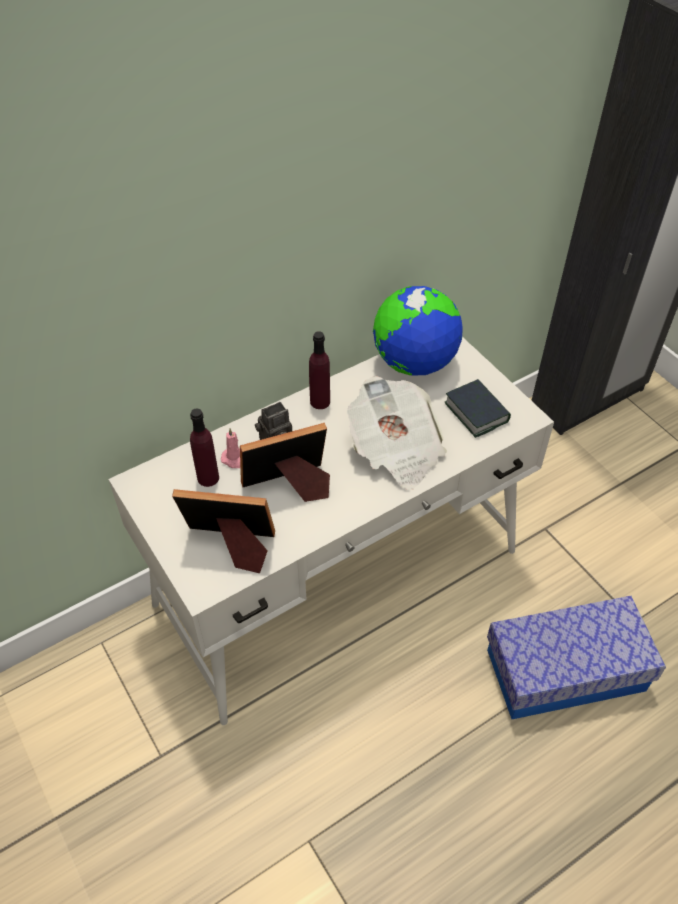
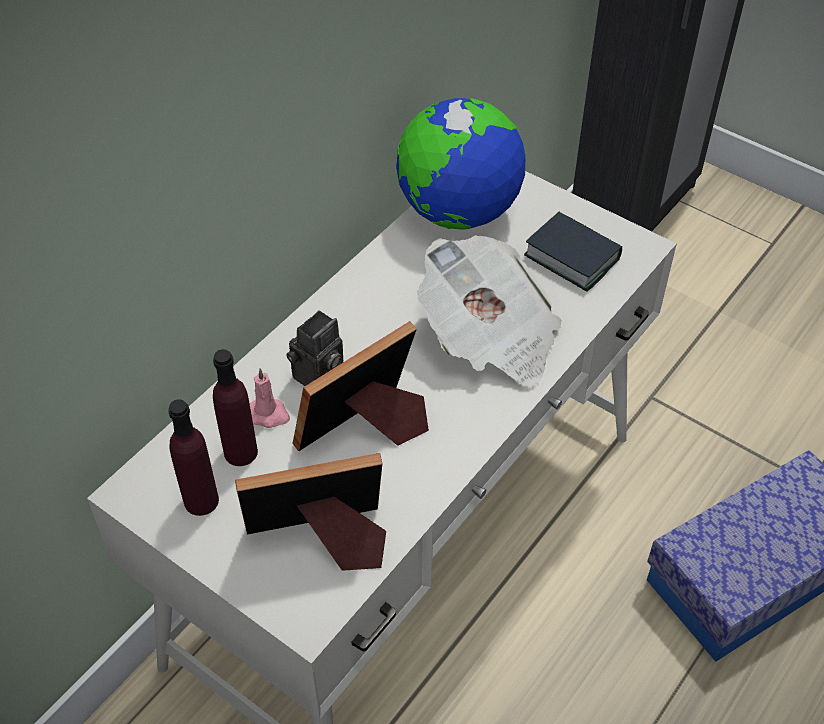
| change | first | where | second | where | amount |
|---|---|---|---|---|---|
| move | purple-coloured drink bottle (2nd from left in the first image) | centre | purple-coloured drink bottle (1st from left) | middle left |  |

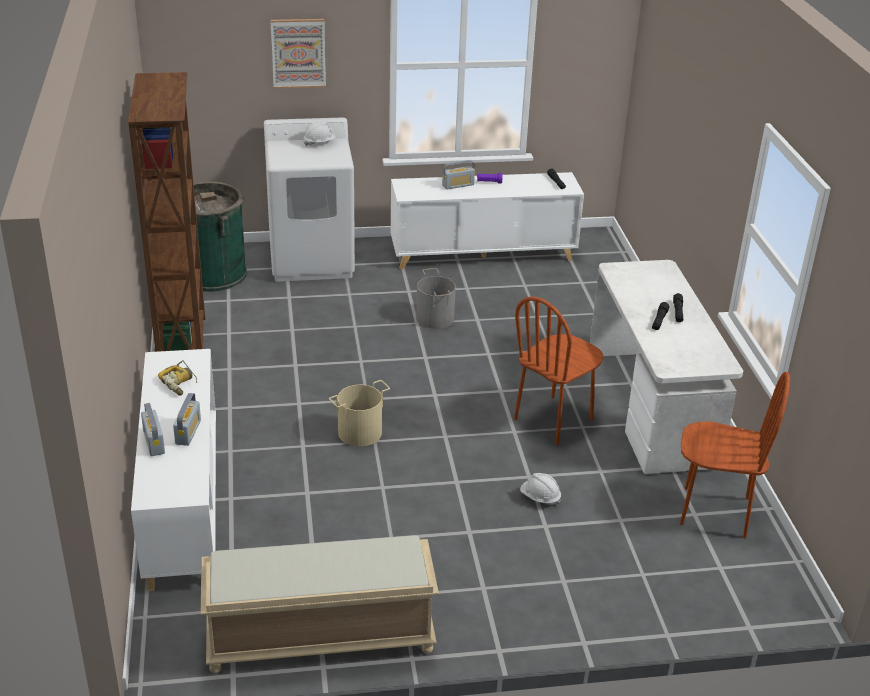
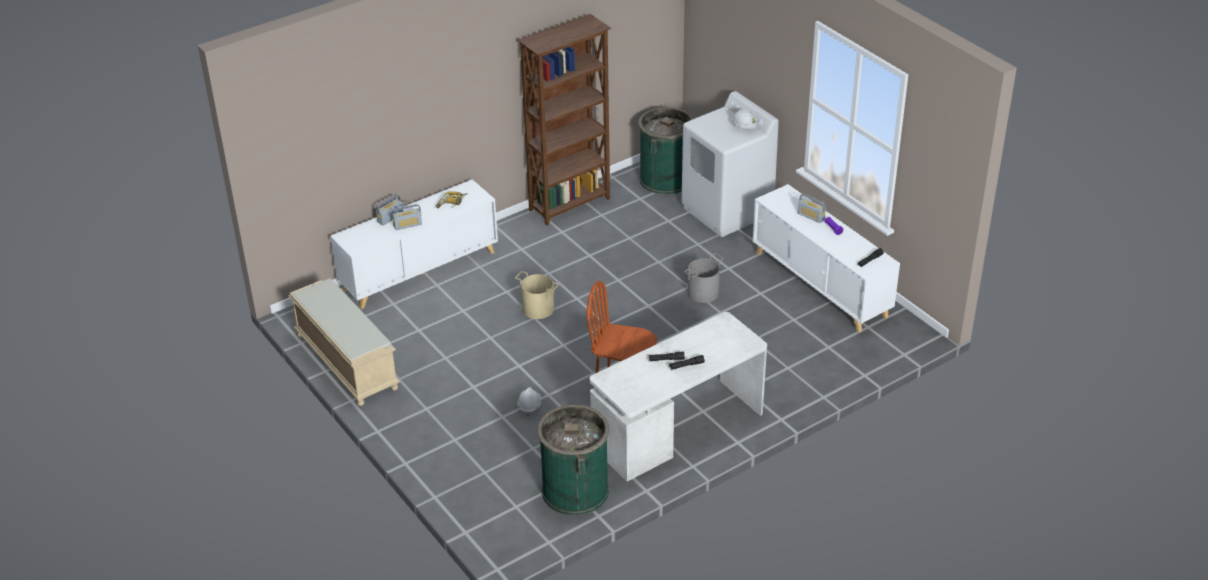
| change | first | where | second | where | amount |
|---|---|---|---|---|---|
| delete | wall art | top centre |  |  |  |
| replace | brownish plain chair (2nd from left) | middle right | green-coloured rubbish bin (1st from left) | bottom centre |  |

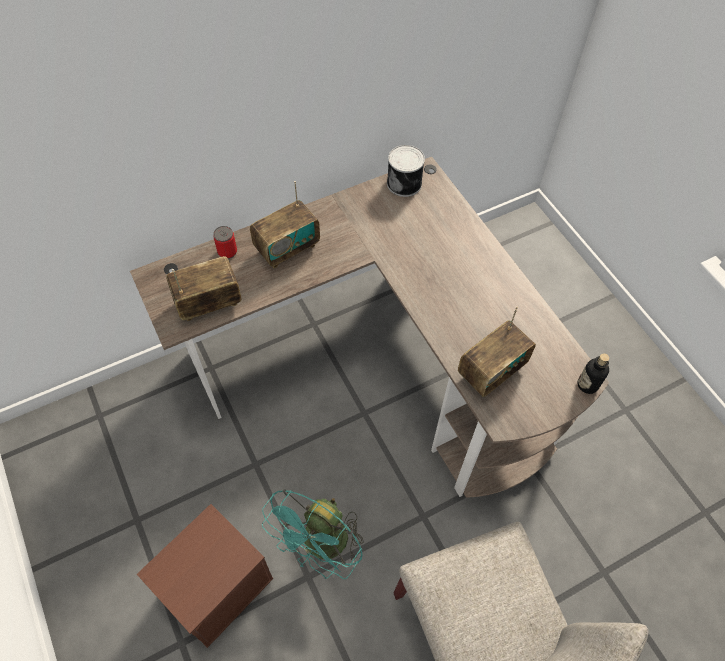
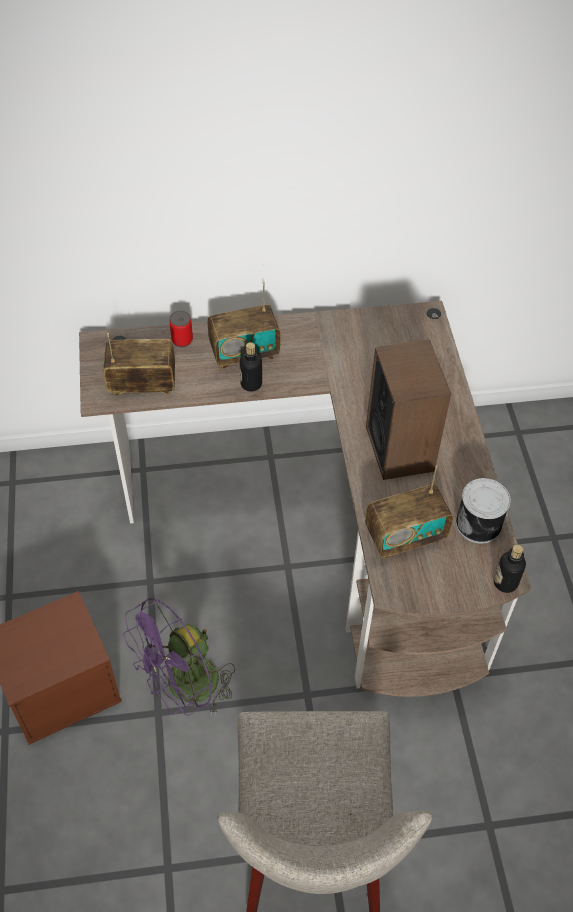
| change | first | where | second | where | amount |
|---|---|---|---|---|---|
| insert |  |  | drink bottle (1st from left) | centre |  |
| insert |  |  | loudspeaker | middle right |  |
| move | metal can (2nd from left) | top centre |  | middle right |  |
| recolor | turquoise-coloured fan | bottom centre | purple-coloured fan | bottom left |  |

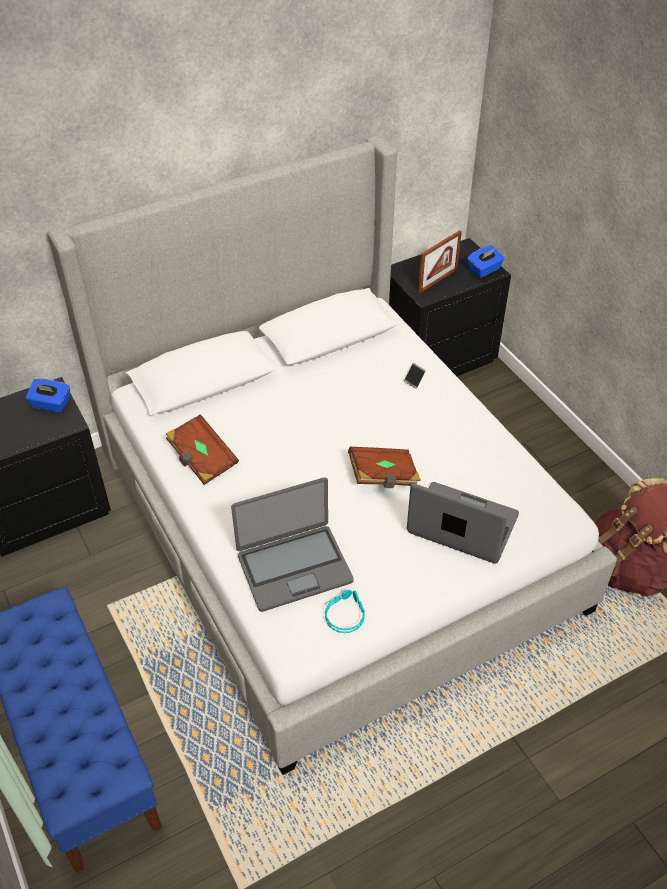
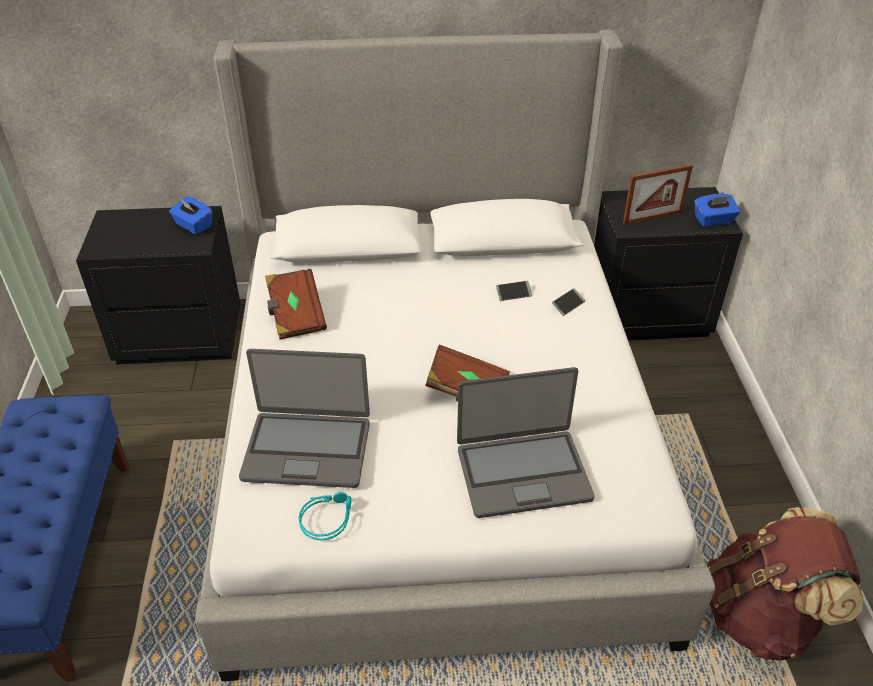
| change | first | where | second | where | amount |
|---|---|---|---|---|---|
| insert |  |  | phone (1st from left) | centre |  |
| rotate | notebook computer (2nd from left) | middle right |  | centre | 120 degrees clockwise |

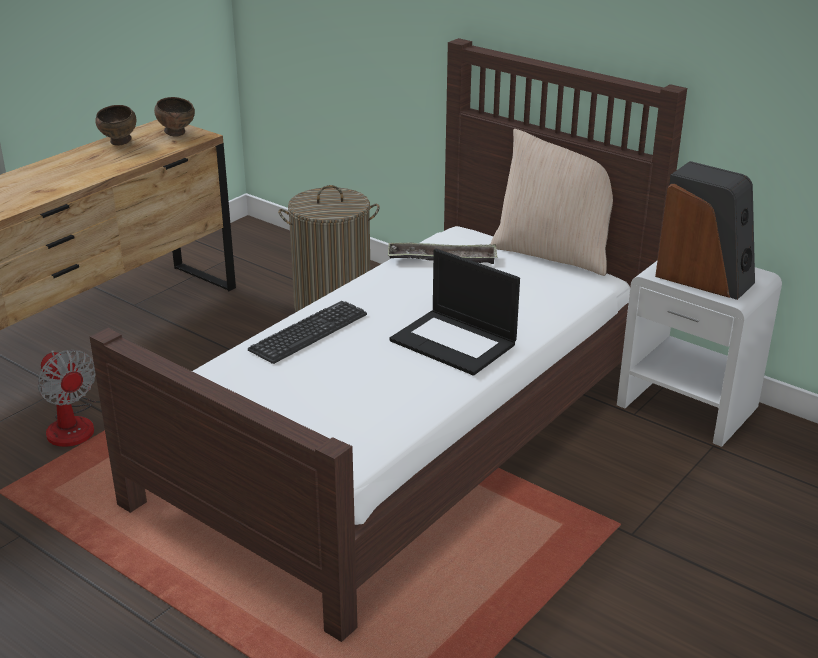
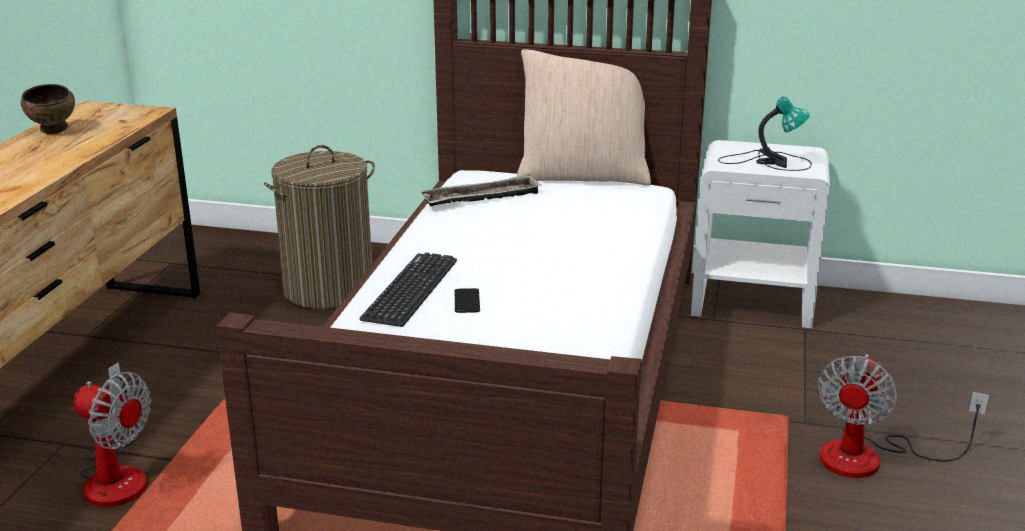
| change | first | where | second | where | amount |
|---|---|---|---|---|---|
| delete | brownish deep dish (2nd from left) | top left |  |  |  |
| delete | notebook computer | centre |  |  |  |
| insert |  |  | phone | centre |  |
| insert |  |  | fan (2nd from left) | bottom right |  |
| replace | loudspeaker | middle right | tabletop lamp | top right |  |

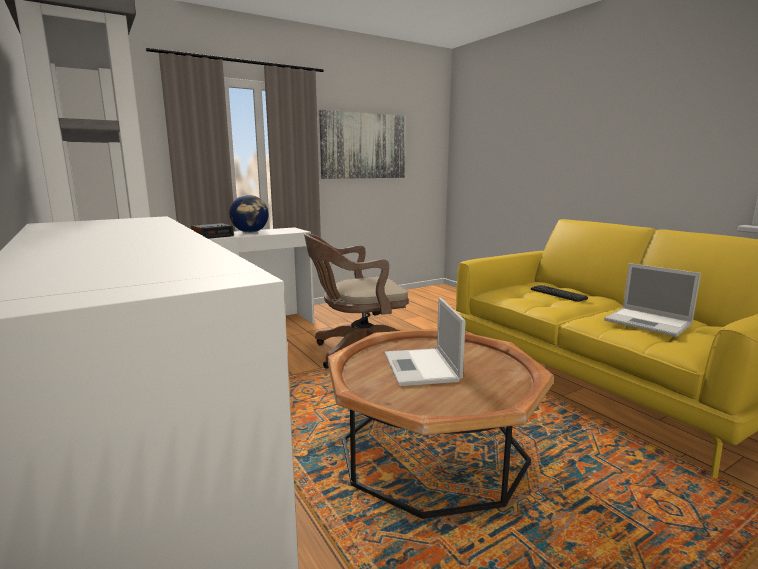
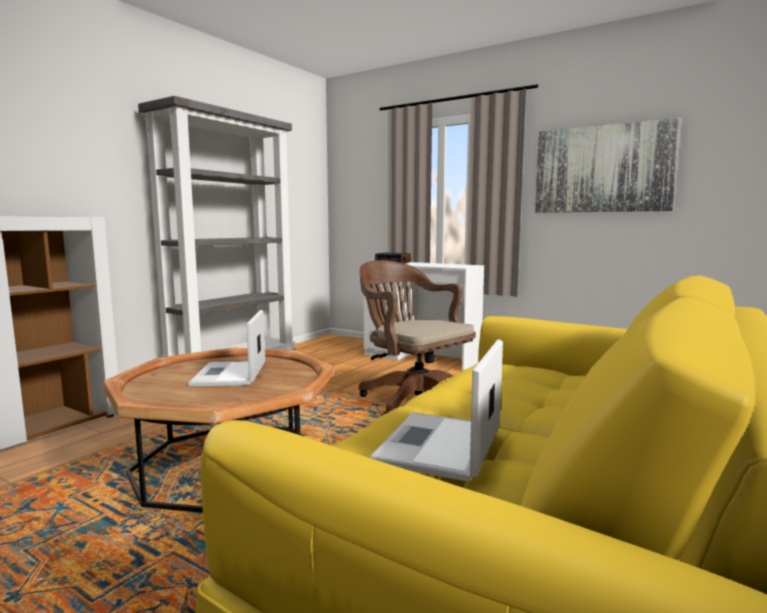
| change | first | where | second | where | amount |
|---|---|---|---|---|---|
| delete | globe | middle left |  |  |  |
| delete | computer keyboard | middle right |  |  |  |
| rotate | notebook computer (1st from left) | centre |  | middle left | 60 degrees counterclockwise |

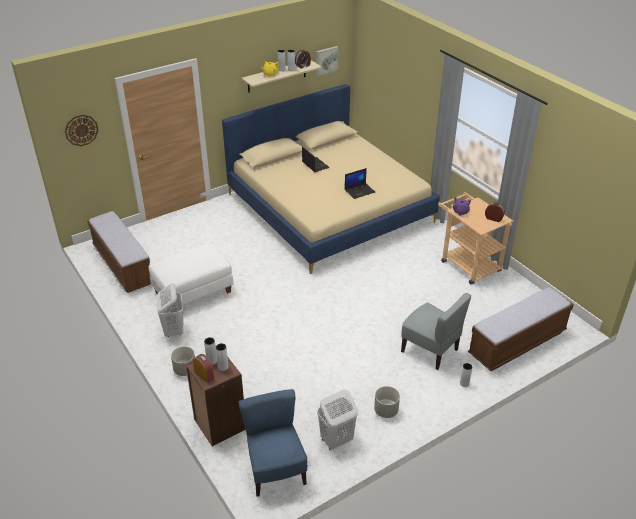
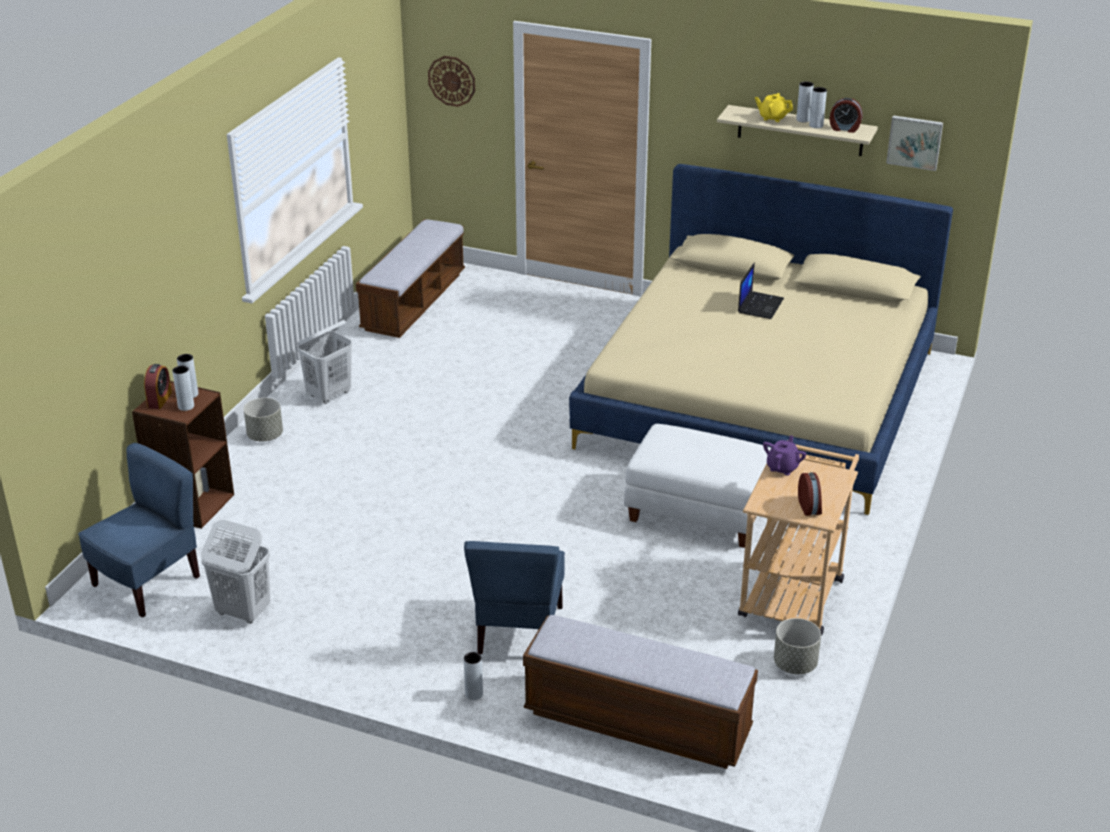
| change | first | where | second | where | amount |
|---|---|---|---|---|---|
| delete | notebook computer (2nd from left) | centre |  |  |  |
| move | whitish ottoman | middle left |  | centre |  |
| move | gray planter (2nd from left) | bottom centre |  | bottom right |  |
| recolor | gray plain chair | middle right | bluish plain chair (2nd from left) | bottom centre |  |

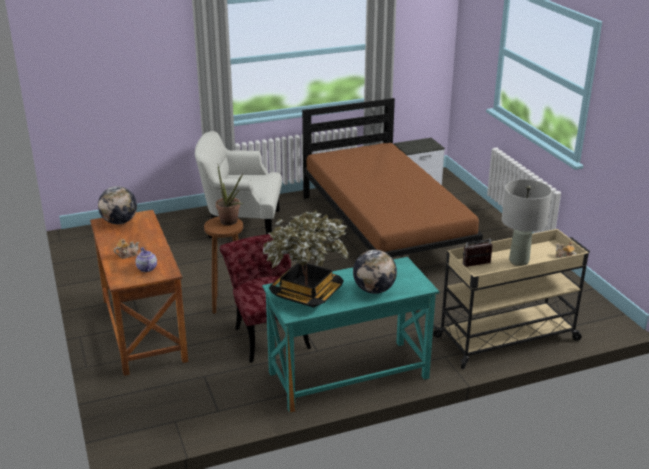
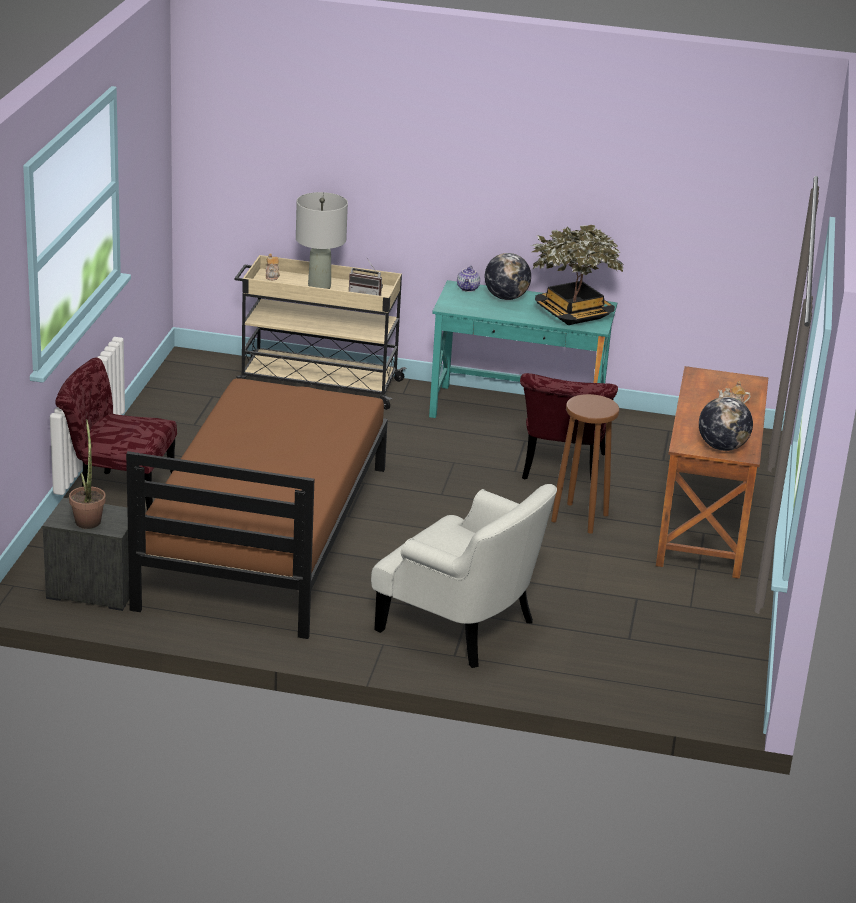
| change | first | where | second | where | amount |
|---|---|---|---|---|---|
| insert |  |  | red plain chair (1st from left) | middle left |  |
| move | pot for tea (2nd from left) | middle left |  | top centre |  |
| move | plant in a pot (1st from left) | centre |  | middle left |  |

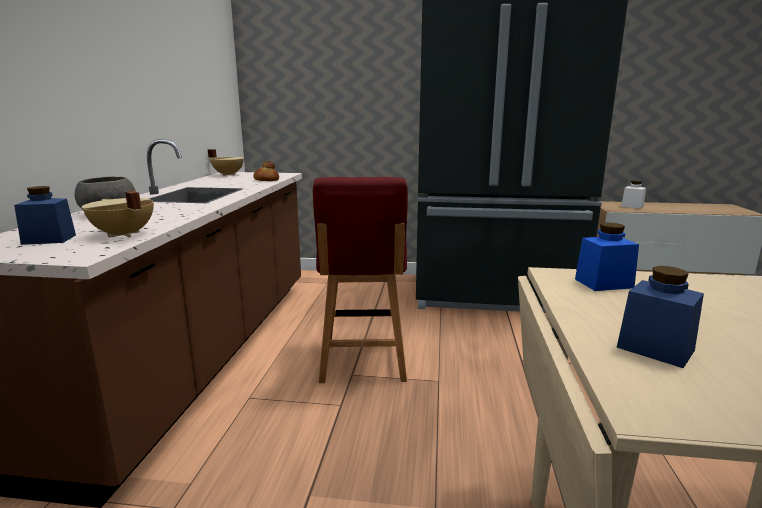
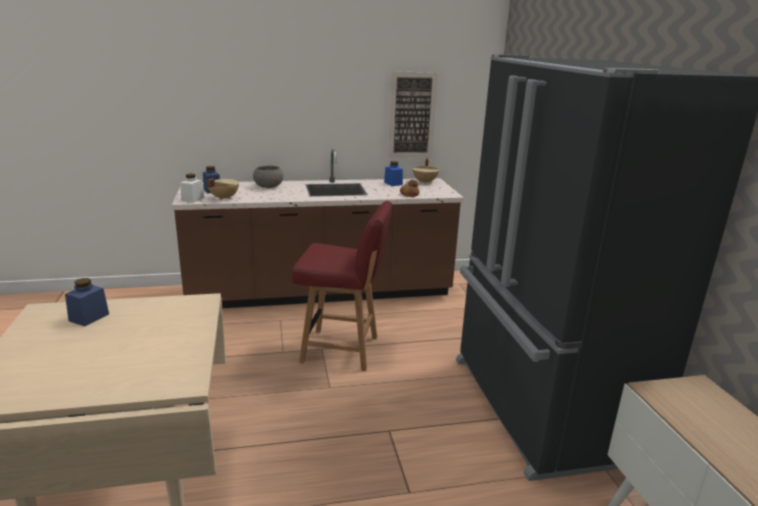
| change | first | where | second | where | amount |
|---|---|---|---|---|---|
| insert |  |  | wall art | top centre |  |
| move | bluish preserve jar (2nd from left in the first image) | middle right | bluish preserve jar (3rd from left) | centre |  |
| move | whitish preserve jar | middle right |  | middle left |  |
| rotate | red plain chair | centre |  | centre | 150 degrees counterclockwise |

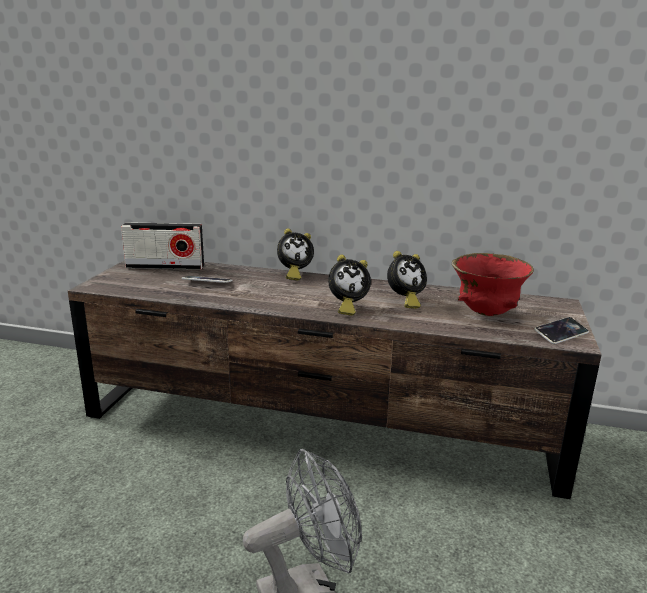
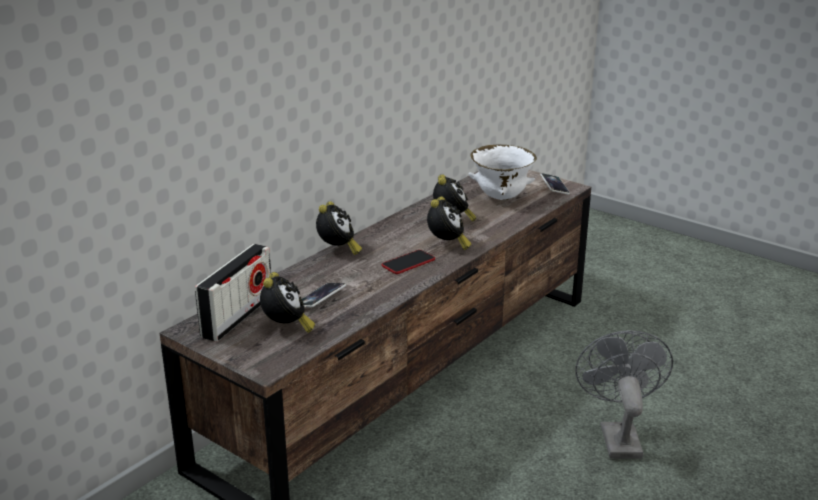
| change | first | where | second | where | amount |
|---|---|---|---|---|---|
| insert |  |  | alarm clock (1st from left) | centre |  |
| insert |  |  | phone (2nd from left) | centre |  |
| recolor | red deep dish | middle right | whitish deep dish | centre |  |

